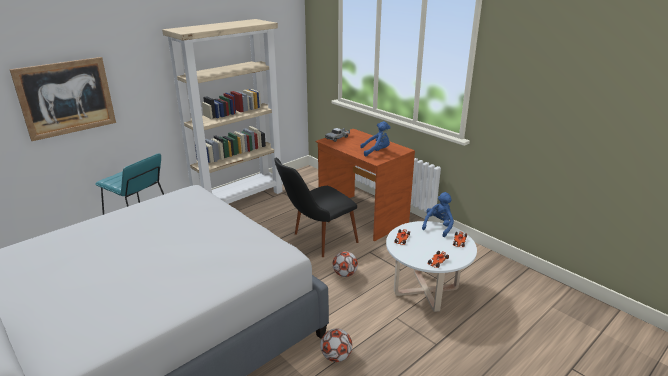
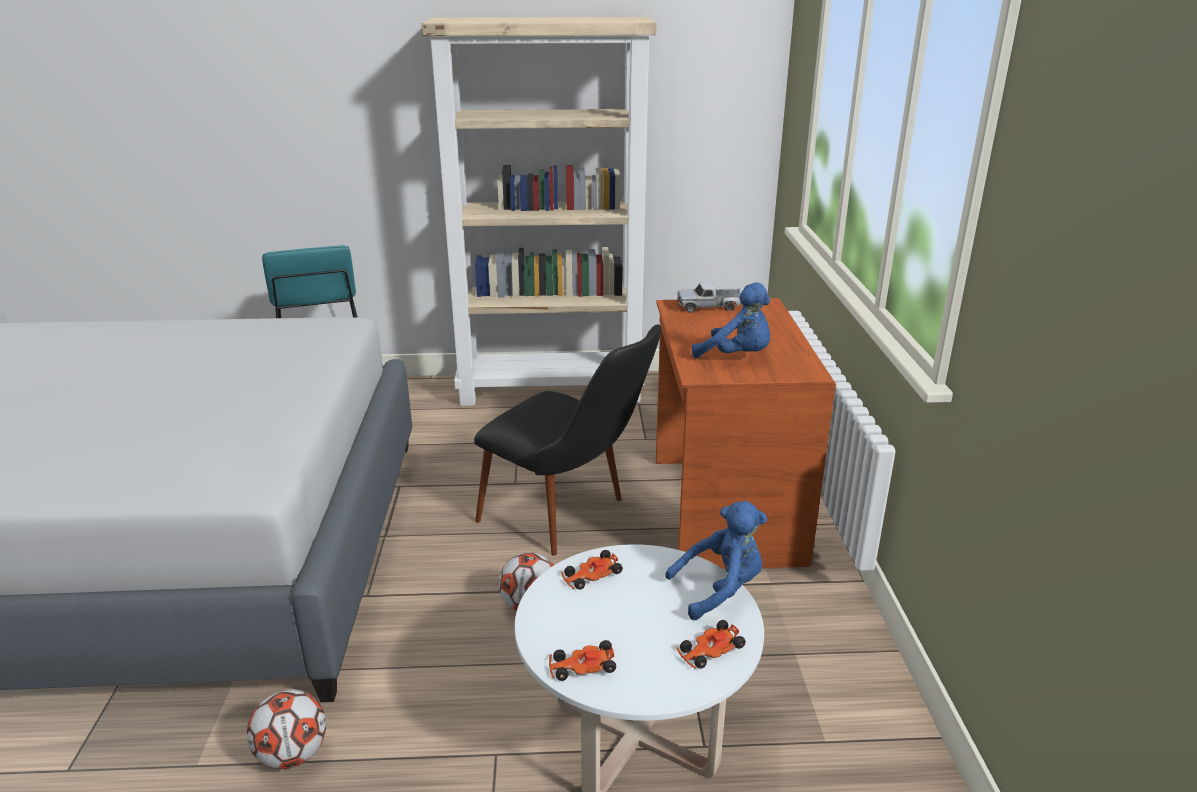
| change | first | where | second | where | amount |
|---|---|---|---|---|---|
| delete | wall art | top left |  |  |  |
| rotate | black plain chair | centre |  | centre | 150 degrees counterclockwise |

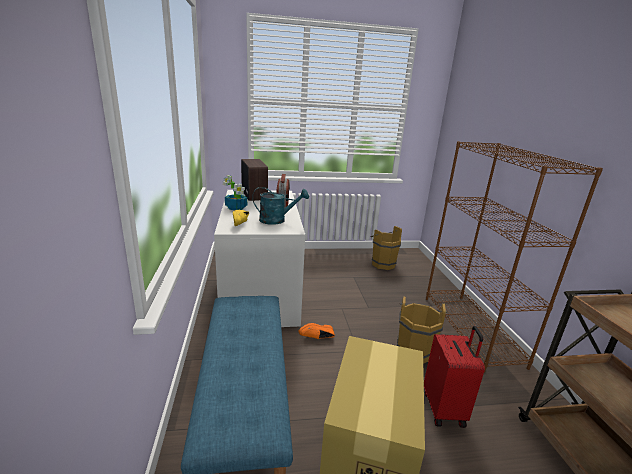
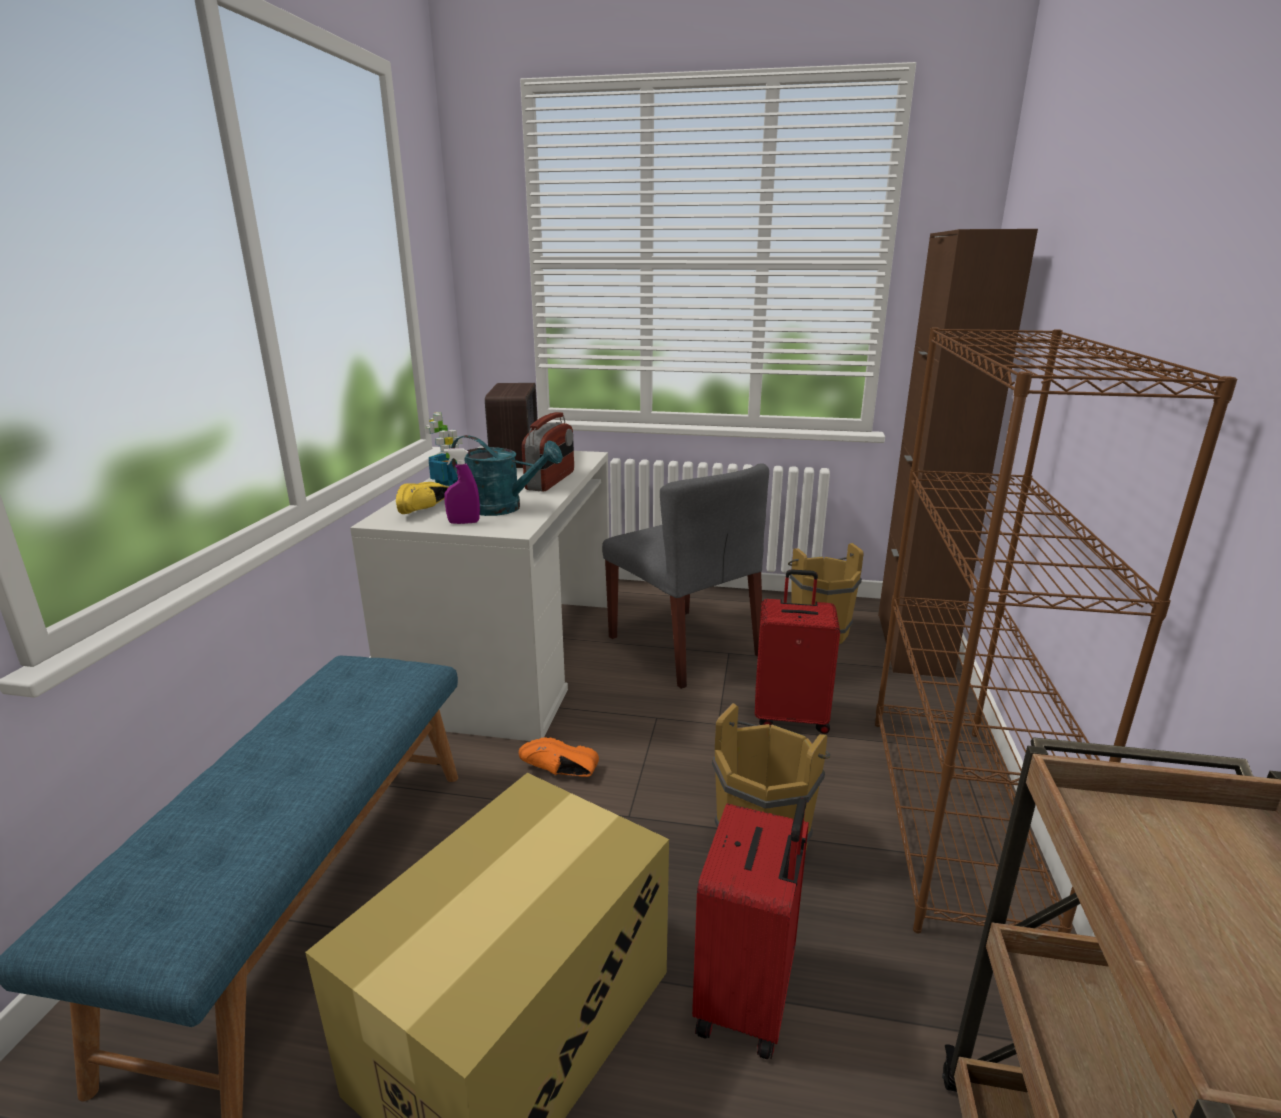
| change | first | where | second | where | amount |
|---|---|---|---|---|---|
| insert |  |  | purple-coloured spray bottle | centre |  |
| insert |  |  | gray plain chair | centre |  |
| insert |  |  | red suitcase (2nd from left) | centre |  |
| insert |  |  | brownish cupboard | middle right |  |

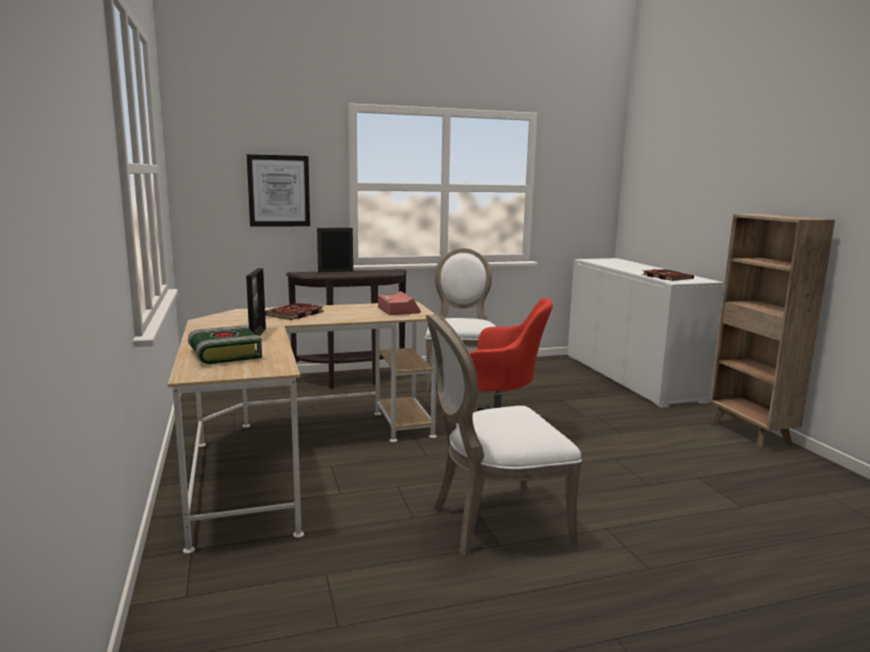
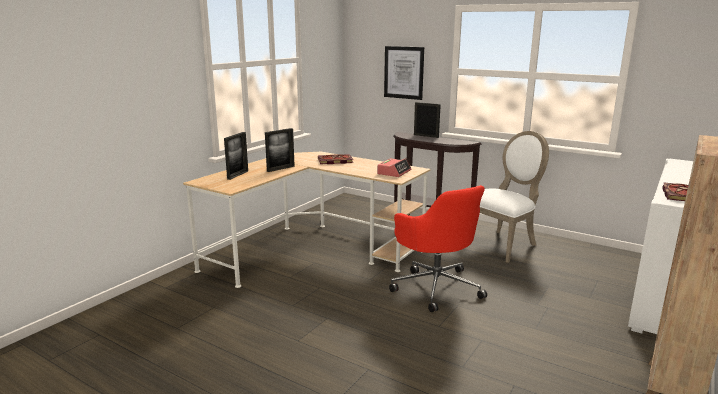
| change | first | where | second | where | amount |
|---|---|---|---|---|---|
| delete | whitish plain chair (2nd from left) | centre |  |  |  |
| replace | book (1st from left) | middle left | picture frame (1st from left) | middle left |  |

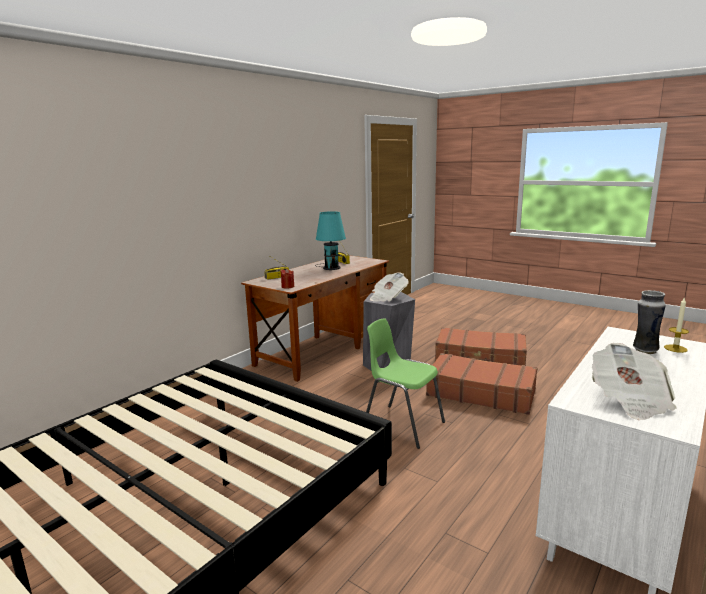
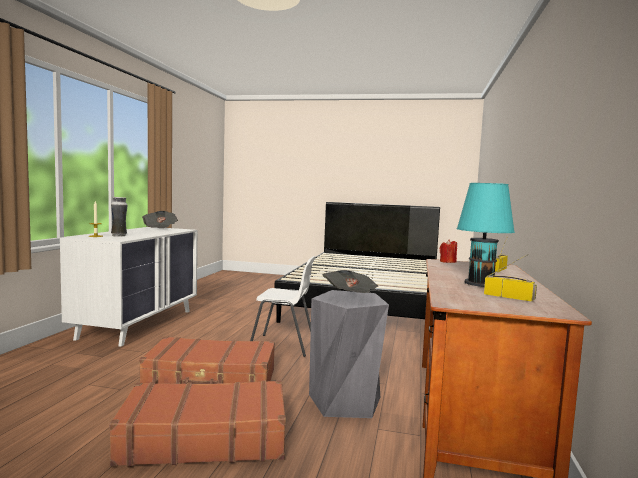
| change | first | where | second | where | amount |
|---|---|---|---|---|---|
| recolor | green-coloured plain chair | centre | whitish plain chair | centre |  |

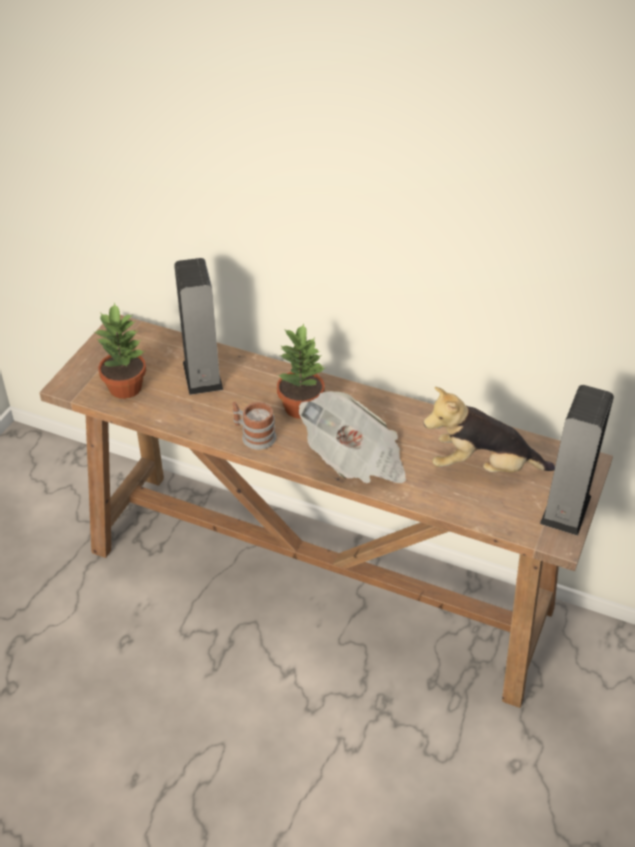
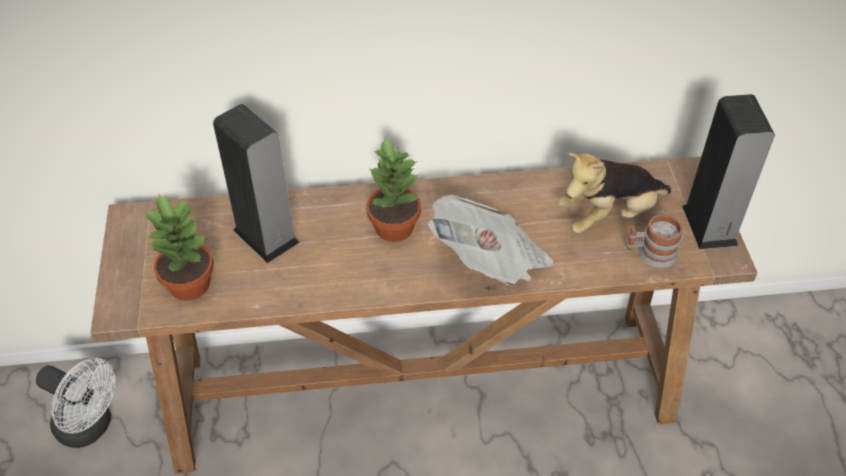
| change | first | where | second | where | amount |
|---|---|---|---|---|---|
| insert |  |  | whitish fan | bottom left |  |
| move | tea mug | centre |  | middle right |  |

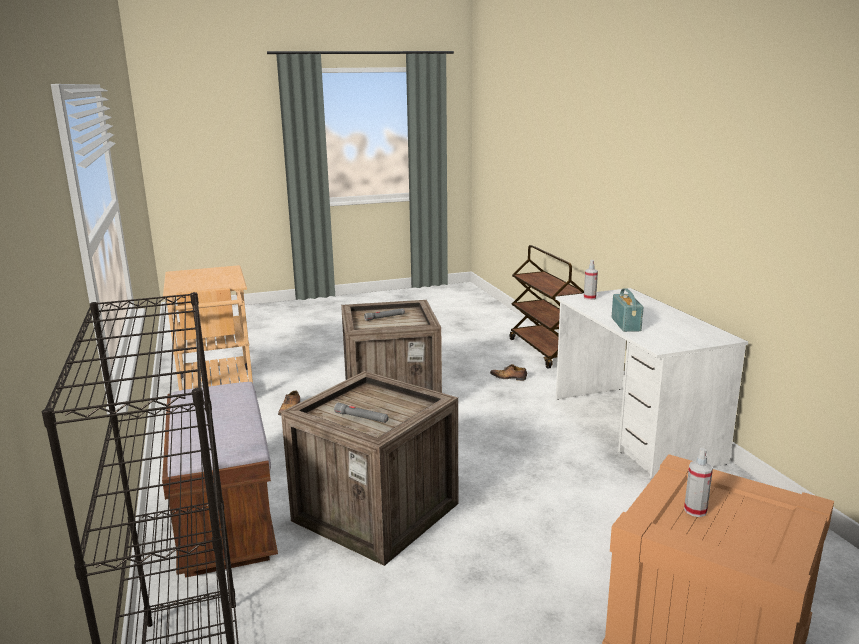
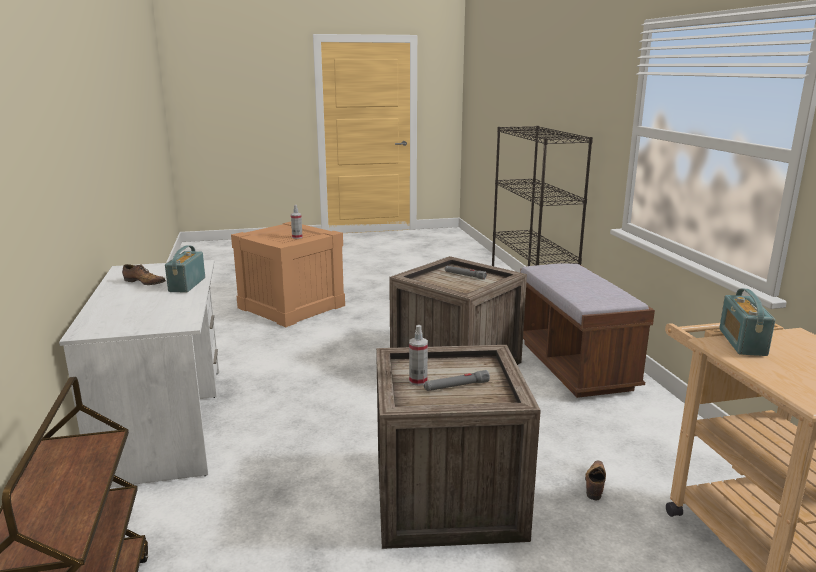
| change | first | where | second | where | amount |
|---|---|---|---|---|---|
| insert |  |  | radio (2nd from left) | middle right |  |
| move | low shoe (2nd from left in the first image) | centre | low shoe (1st from left) | middle left |  |
| move | spray bottle (1st from left in the first image) | middle right | spray bottle (2nd from left) | centre |  |

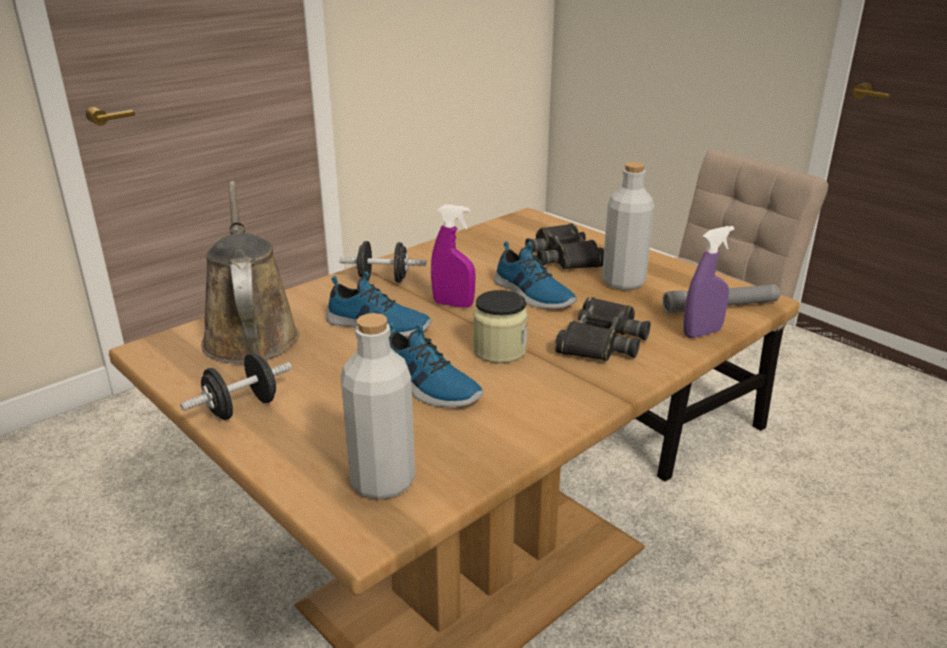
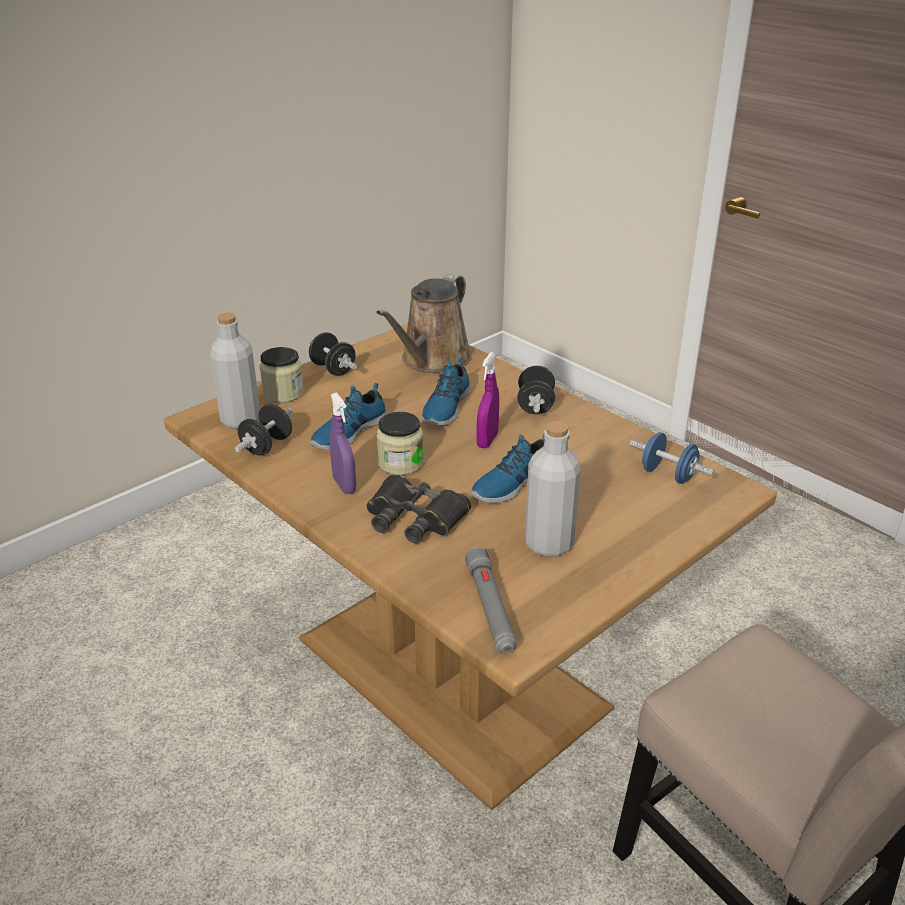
| change | first | where | second | where | amount |
|---|---|---|---|---|---|
| delete | black binoculars (1st from left) | centre |  |  |  |
| insert |  |  | black dumbbell (1st from left) | middle left |  |
| insert |  |  | preserve jar (1st from left) | middle left |  |
| insert |  |  | bluish dumbbell | middle right |  |
| move | purple-coloured spray bottle (2nd from left in the first image) | middle right | purple-coloured spray bottle (1st from left) | centre |  |
| rotate | brownish watering pot | middle left |  | centre | 135 degrees clockwise |

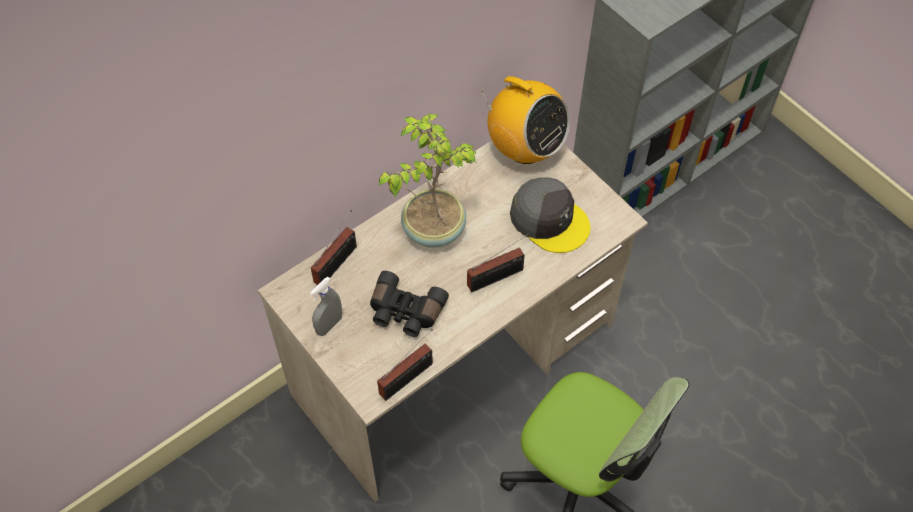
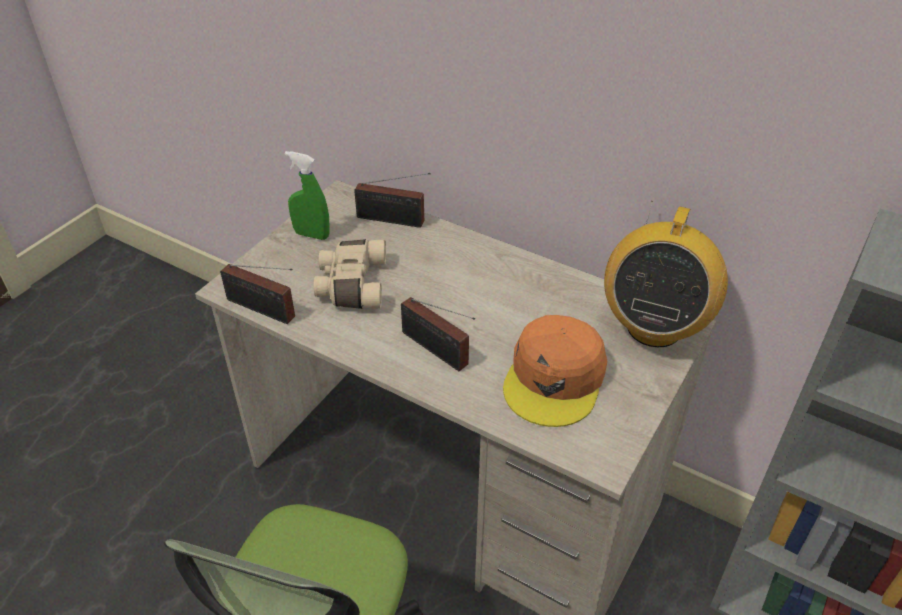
| change | first | where | second | where | amount |
|---|---|---|---|---|---|
| delete | plant in a pot | centre |  |  |  |
| recolor | gray spray bottle | centre | green-coloured spray bottle | top centre |  |
| recolor | black binoculars | centre | beige binoculars | centre |  |
| recolor | gray peaked cap | centre | orangey peaked cap | centre |  |

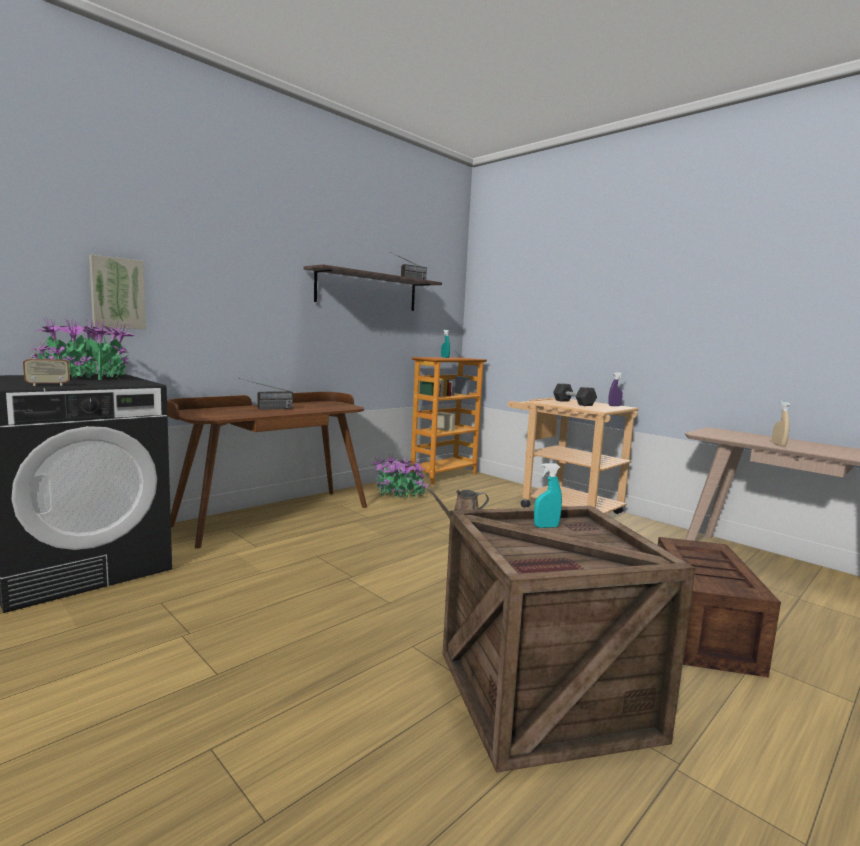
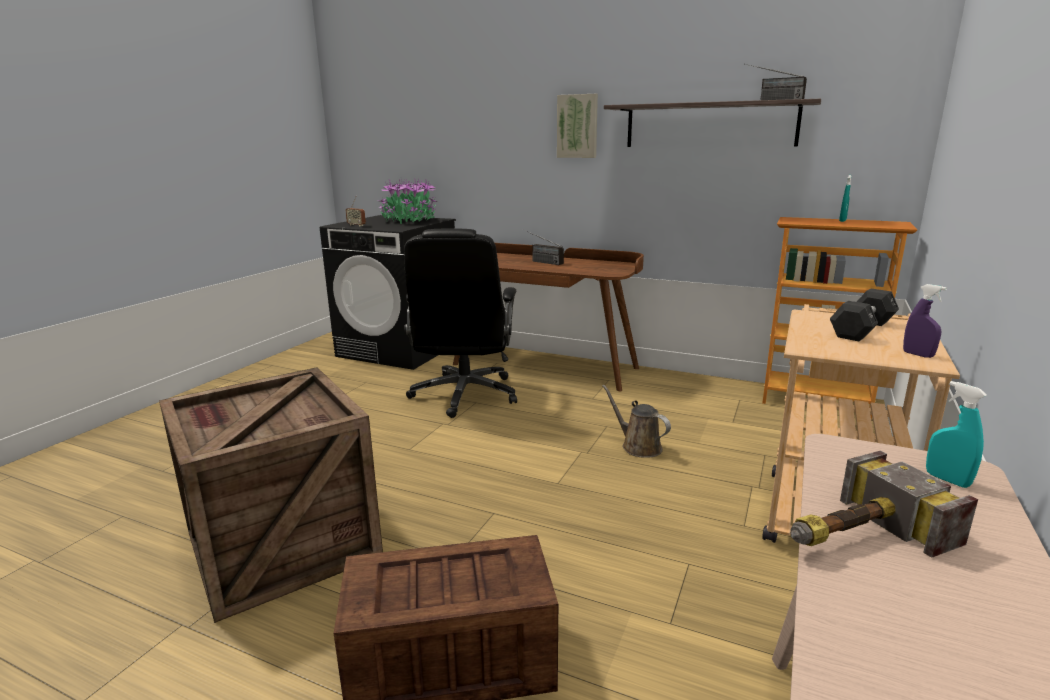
| change | first | where | second | where | amount |
|---|---|---|---|---|---|
| delete | plant in a pot (2nd from left) | centre |  |  |  |
| insert |  |  | black computer chair | centre |  |
| move | wall art | middle left |  | top centre |  |
| move | turquoise-coloured spray bottle (2nd from left) | centre |  | middle right |  |
| replace | beige spray bottle | middle right | hammer | bottom right |  |

